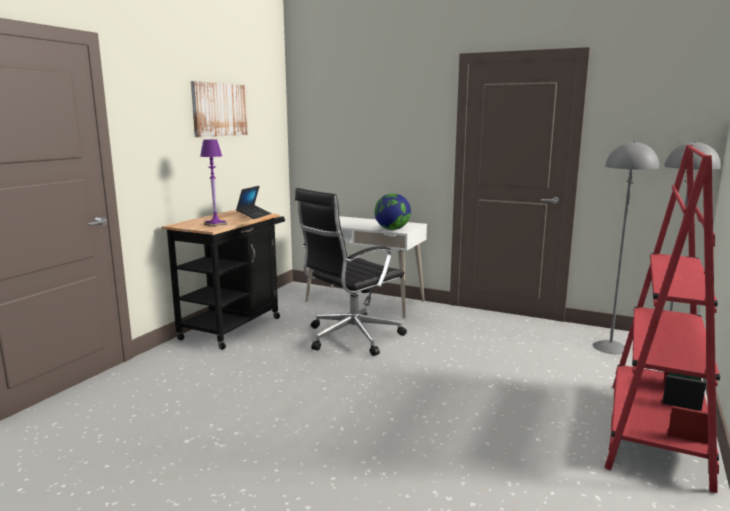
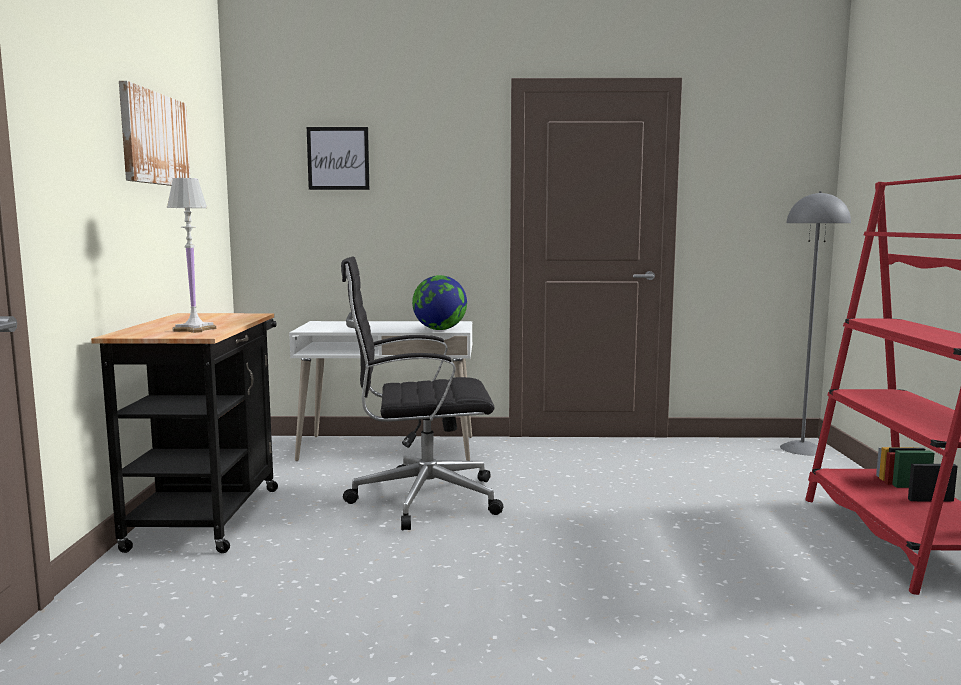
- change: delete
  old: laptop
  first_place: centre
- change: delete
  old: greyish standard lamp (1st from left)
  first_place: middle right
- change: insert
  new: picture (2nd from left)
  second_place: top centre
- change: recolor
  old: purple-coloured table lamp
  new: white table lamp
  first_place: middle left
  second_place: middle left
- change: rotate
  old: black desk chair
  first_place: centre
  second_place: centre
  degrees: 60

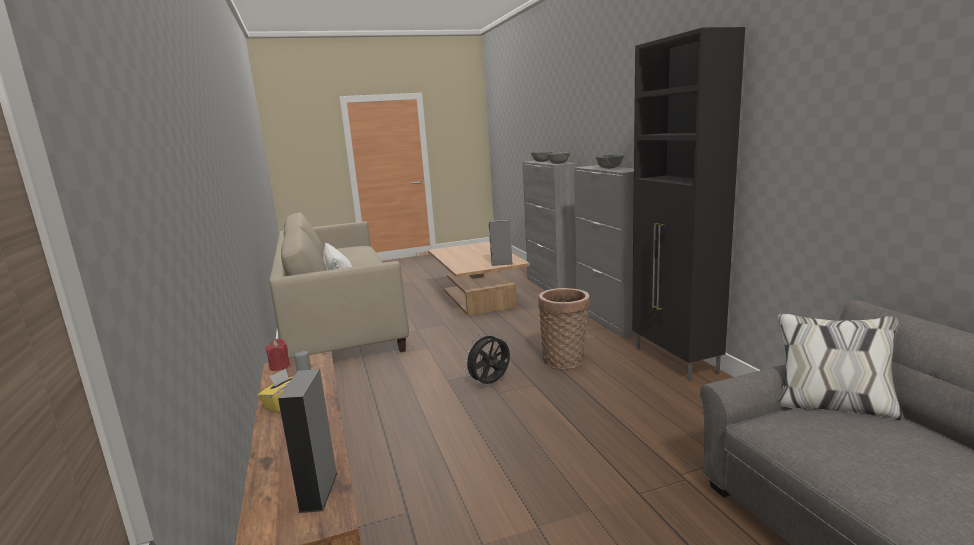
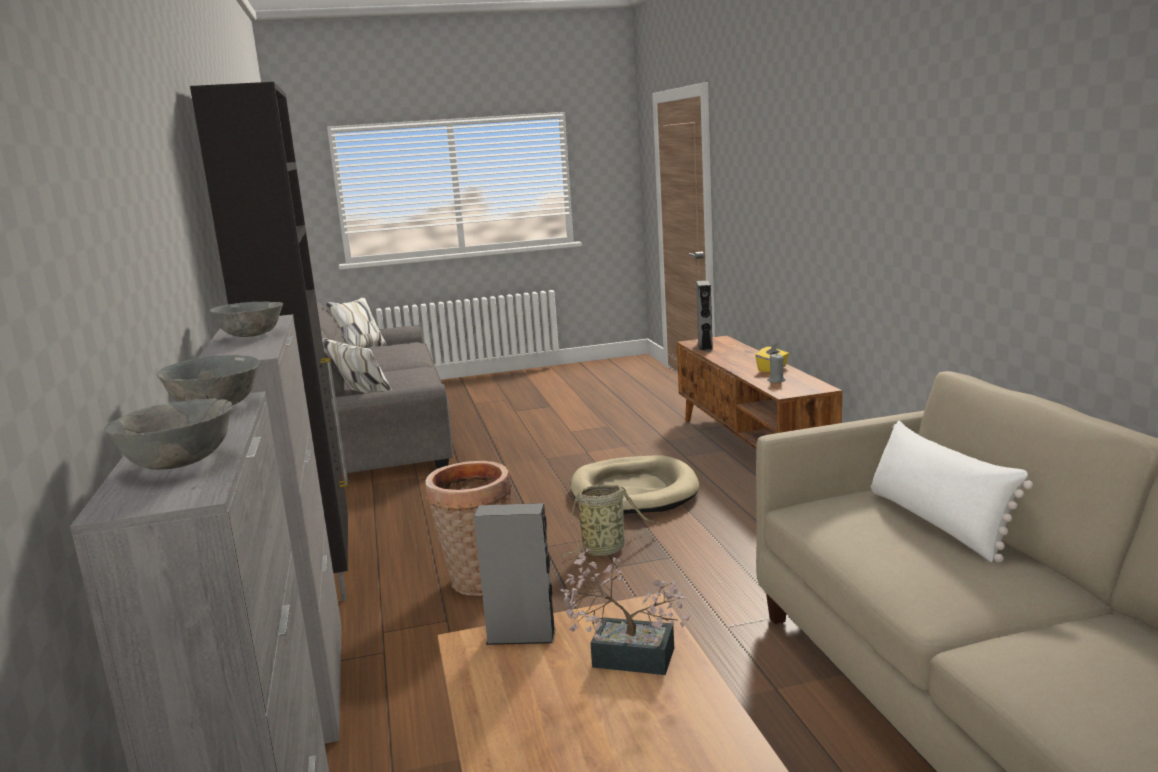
- change: delete
  old: reddish wax light
  first_place: middle left
- change: insert
  new: houseplant
  second_place: bottom centre
- change: insert
  new: beige-coloured dog bed
  second_place: centre
- change: replace
  old: black fan
  new: storage basket (2nd from left)
  first_place: centre
  second_place: bottom centre

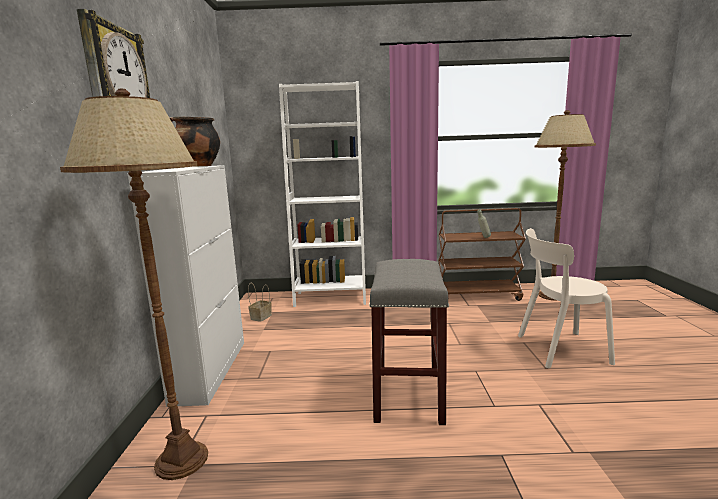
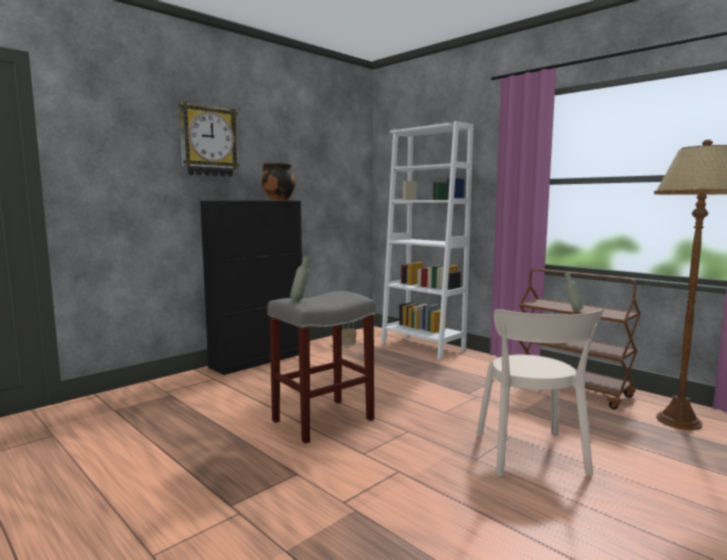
- change: delete
  old: brown standard lamp (1st from left)
  first_place: middle left
- change: insert
  new: greyish beverage bottle (1st from left)
  second_place: centre
- change: recolor
  old: white storage cabinet
  new: black storage cabinet
  first_place: middle left
  second_place: centre
- change: rotate
  old: beige-coloured upright chair
  first_place: middle right
  second_place: bottom right
  degrees: -135

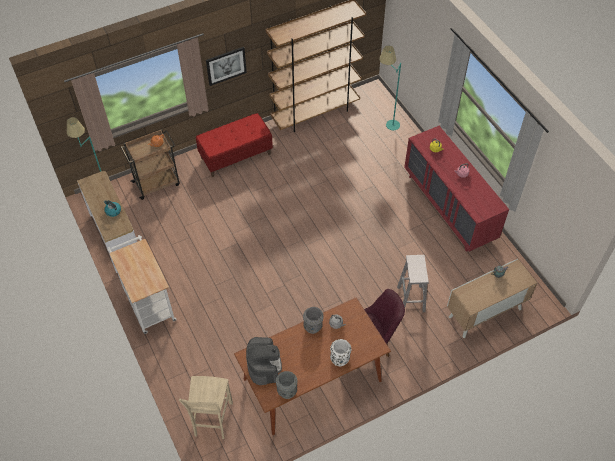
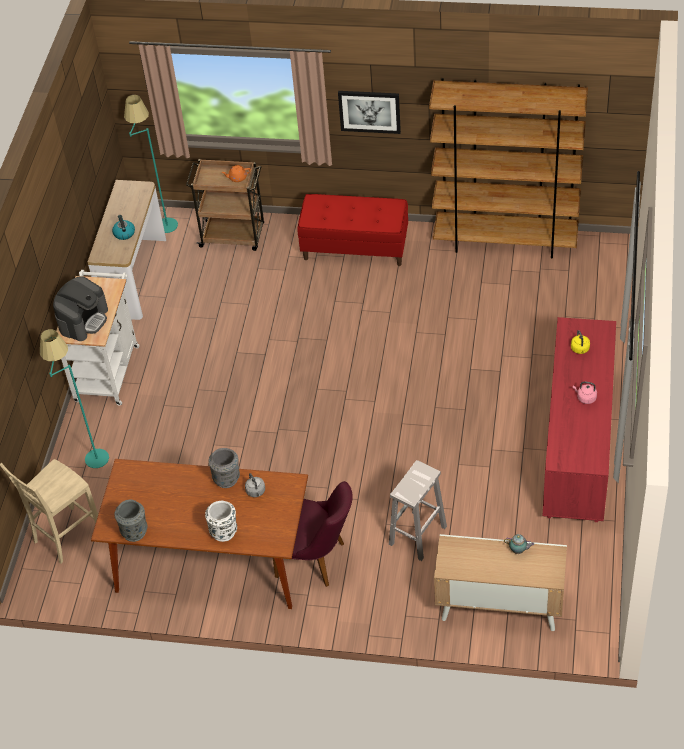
- change: move
  old: coffee machine
  first_place: bottom centre
  second_place: middle left
- change: move
  old: turquoise standard lamp (2nd from left in the first image)
  new: turquoise standard lamp (1st from left)
  first_place: top centre
  second_place: middle left

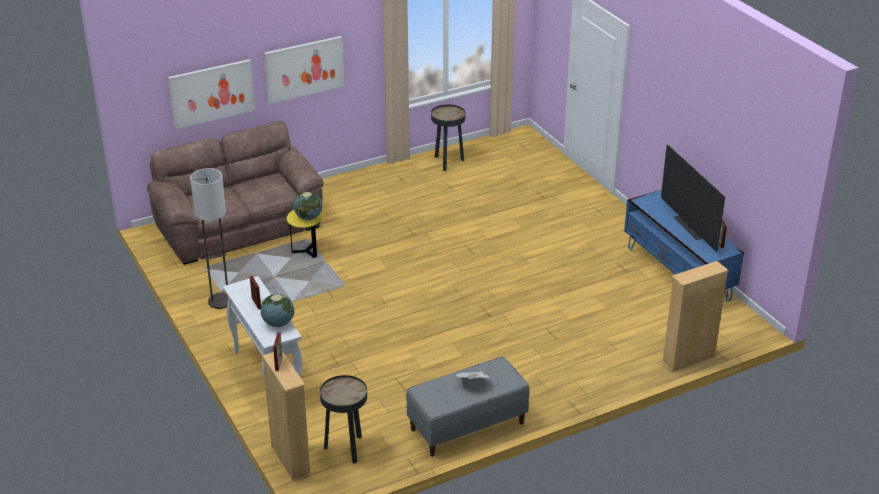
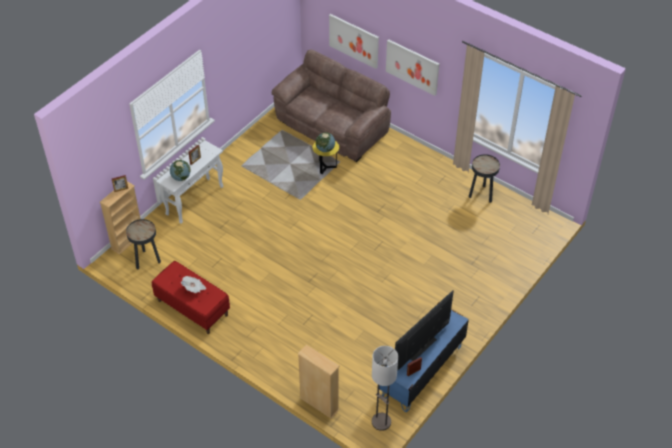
- change: move
  old: standard lamp
  first_place: middle left
  second_place: bottom centre
- change: recolor
  old: greyish long seat
  new: reddish long seat
  first_place: bottom centre
  second_place: middle left

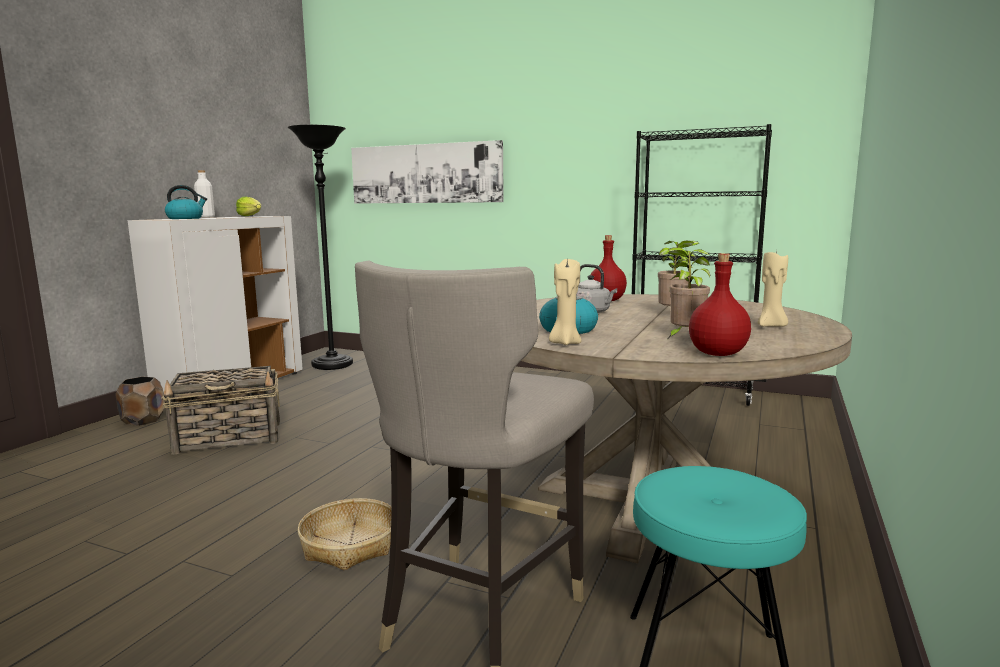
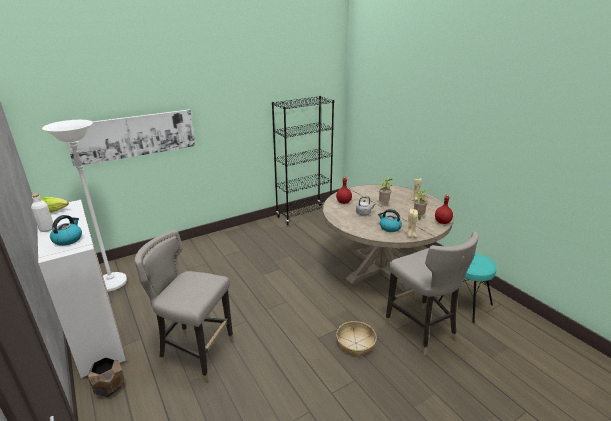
- change: replace
  old: storage basket (1st from left)
  new: greyish stool (1st from left)
  first_place: middle left
  second_place: bottom left
- change: recolor
  old: black standard lamp
  new: white standard lamp
  first_place: middle left
  second_place: middle left

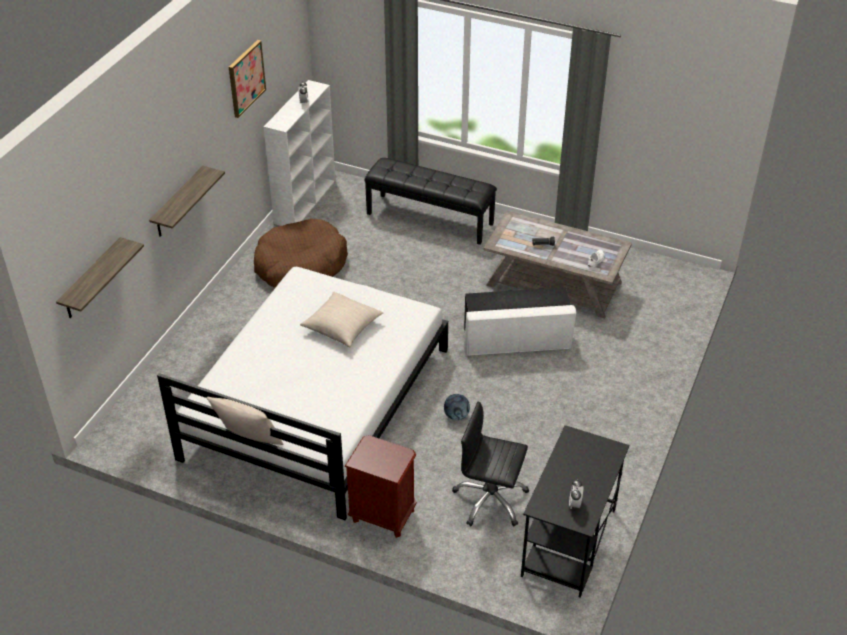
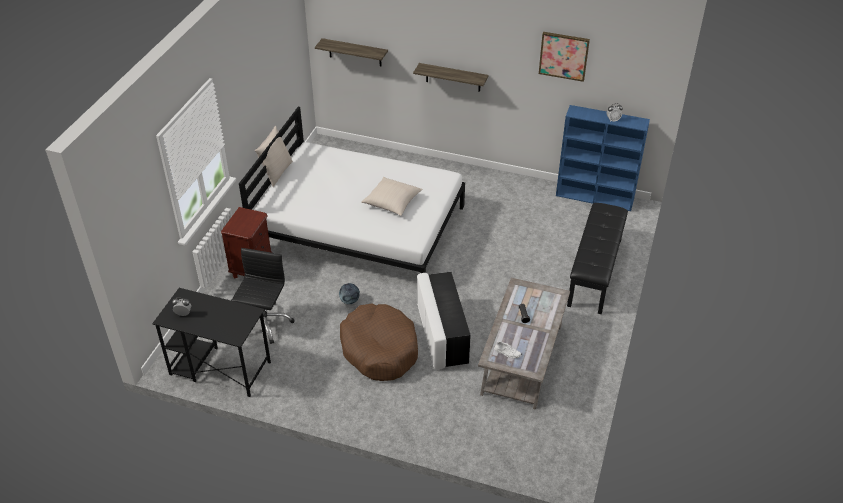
- change: move
  old: brown dog bed
  first_place: centre
  second_place: bottom centre
- change: recolor
  old: white bookcase
  new: bluish bookcase
  first_place: top centre
  second_place: top right

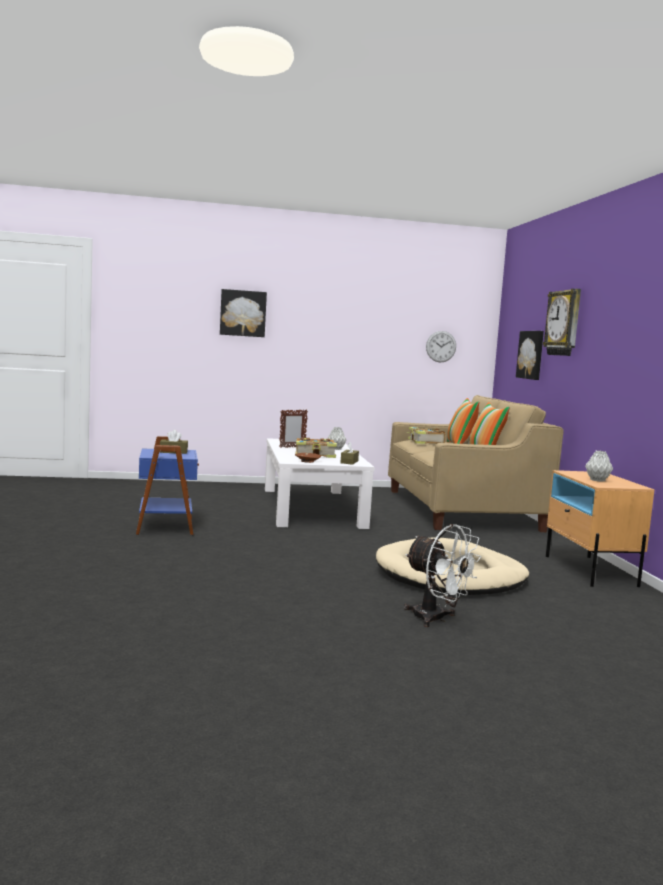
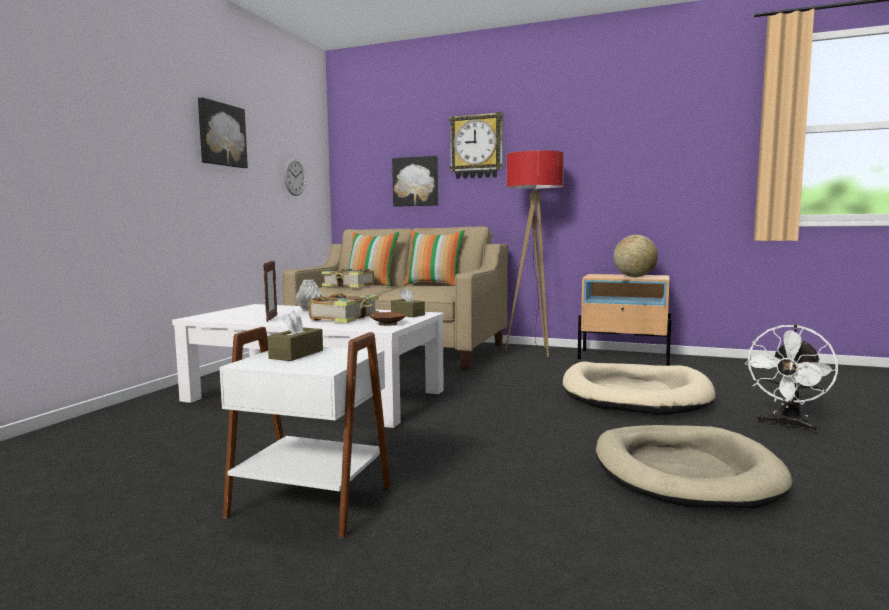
- change: insert
  new: standard lamp
  second_place: centre
- change: insert
  new: beige-coloured dog bed (2nd from left)
  second_place: bottom right
- change: move
  old: picture (1st from left)
  first_place: centre
  second_place: top left
- change: replace
  old: greyish vase (2nd from left)
  new: desk globe
  first_place: middle right
  second_place: middle right
- change: recolor
  old: bluish side table
  new: white side table
  first_place: middle left
  second_place: bottom centre
- change: rotate
  old: white fan
  first_place: middle right
  second_place: middle right
  degrees: 150

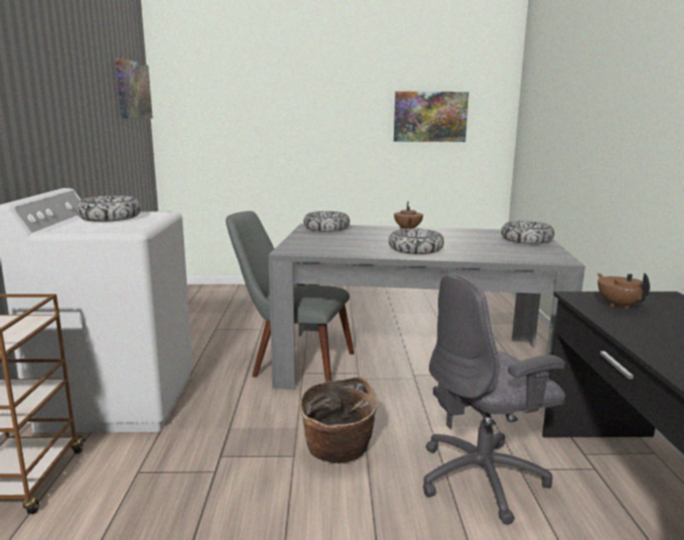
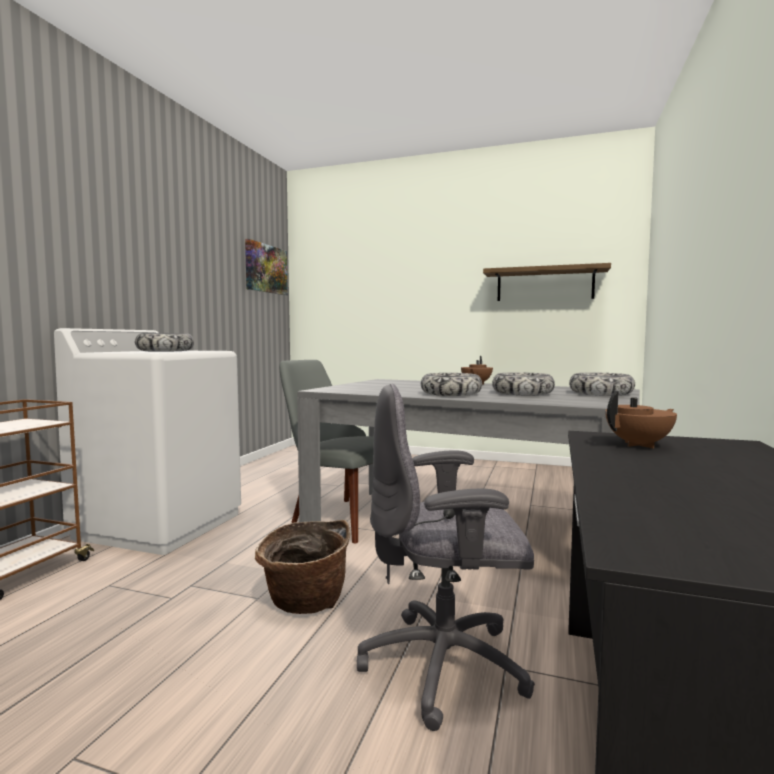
- change: move
  old: bowl (2nd from left in the first image)
  new: bowl (3rd from left)
  first_place: centre
  second_place: middle right
- change: replace
  old: picture (2nd from left)
  new: shelf
  first_place: top centre
  second_place: middle right
- change: rotate
  old: brown pot for tea (2nd from left)
  first_place: middle right
  second_place: middle right
  degrees: 60

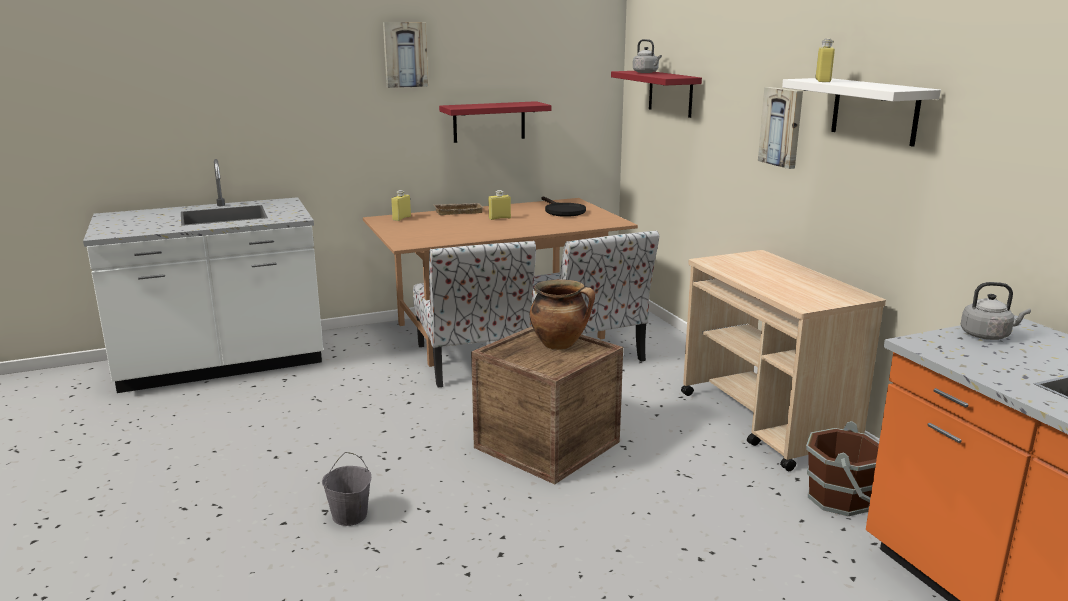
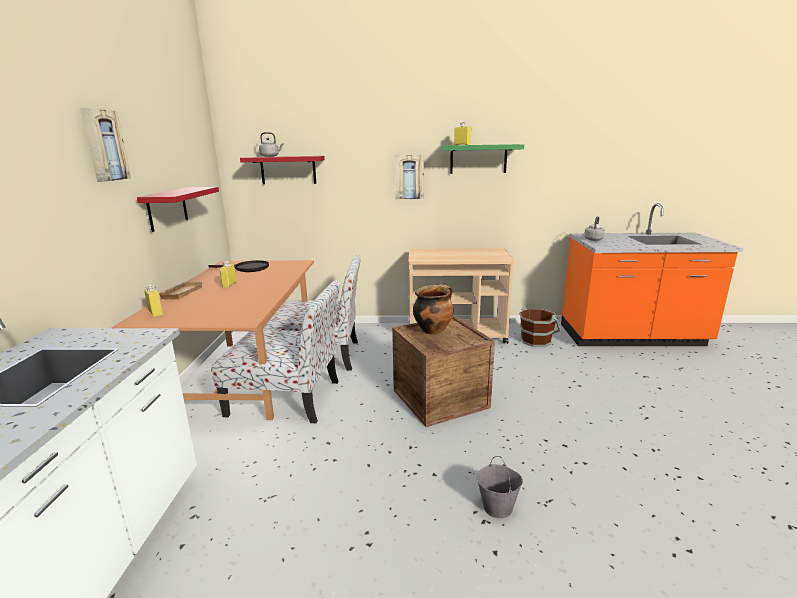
- change: recolor
  old: white shelf
  new: green-coloured shelf
  first_place: top right
  second_place: top centre

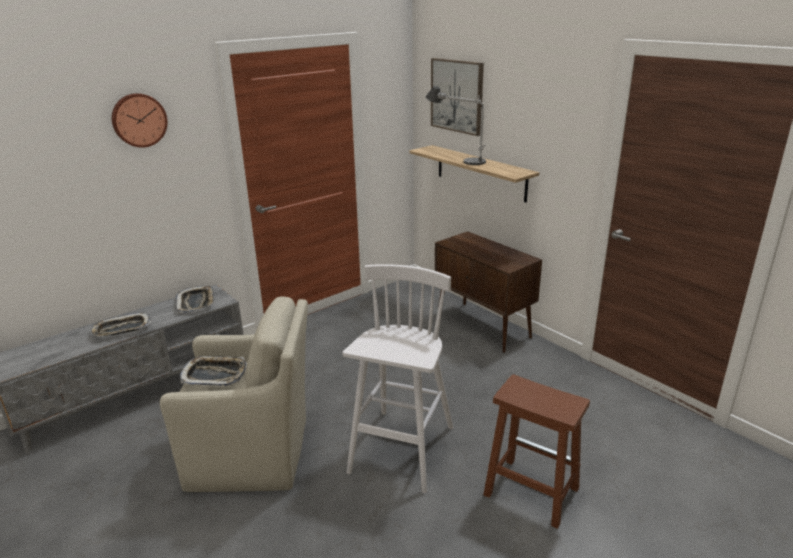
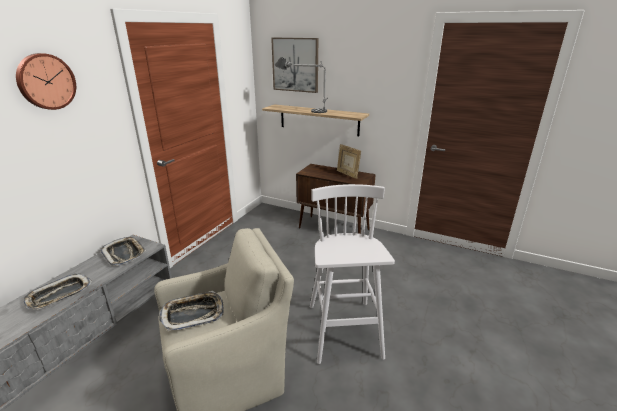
- change: delete
  old: brown stool
  first_place: bottom right
- change: insert
  new: picture frame
  second_place: centre

